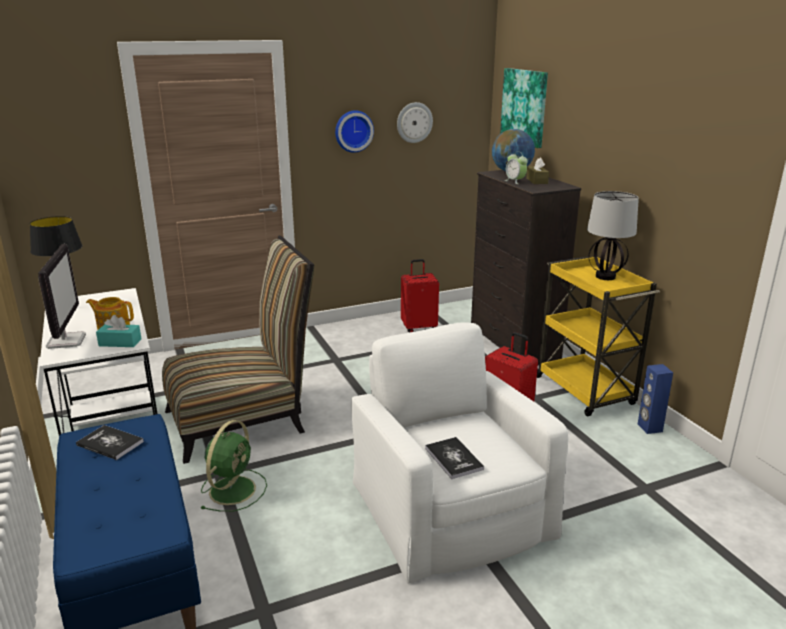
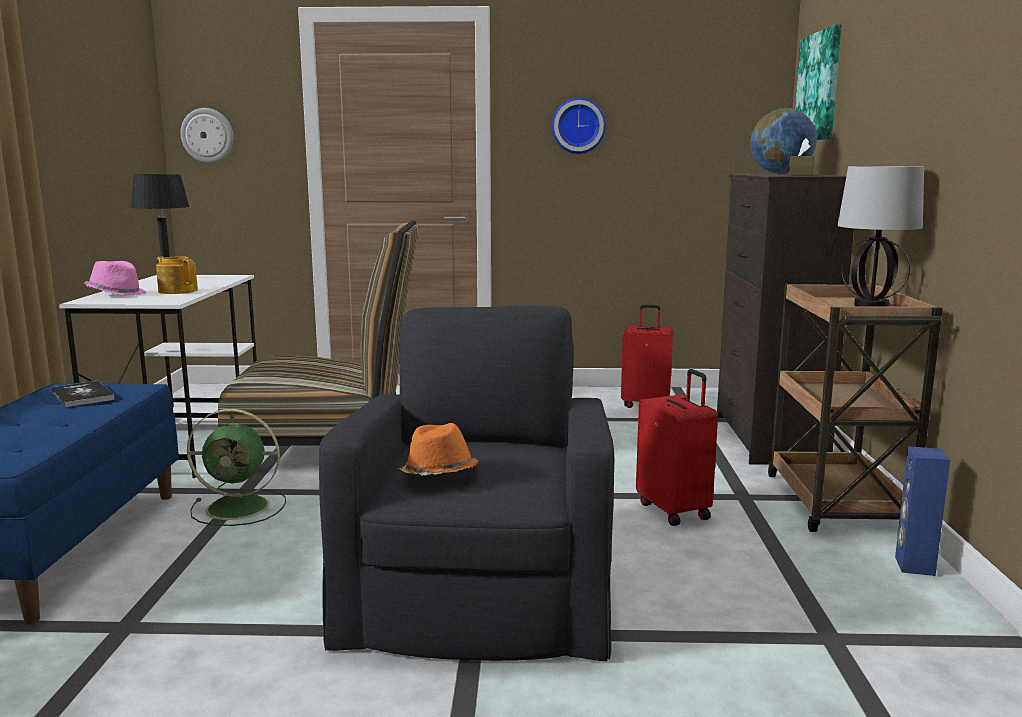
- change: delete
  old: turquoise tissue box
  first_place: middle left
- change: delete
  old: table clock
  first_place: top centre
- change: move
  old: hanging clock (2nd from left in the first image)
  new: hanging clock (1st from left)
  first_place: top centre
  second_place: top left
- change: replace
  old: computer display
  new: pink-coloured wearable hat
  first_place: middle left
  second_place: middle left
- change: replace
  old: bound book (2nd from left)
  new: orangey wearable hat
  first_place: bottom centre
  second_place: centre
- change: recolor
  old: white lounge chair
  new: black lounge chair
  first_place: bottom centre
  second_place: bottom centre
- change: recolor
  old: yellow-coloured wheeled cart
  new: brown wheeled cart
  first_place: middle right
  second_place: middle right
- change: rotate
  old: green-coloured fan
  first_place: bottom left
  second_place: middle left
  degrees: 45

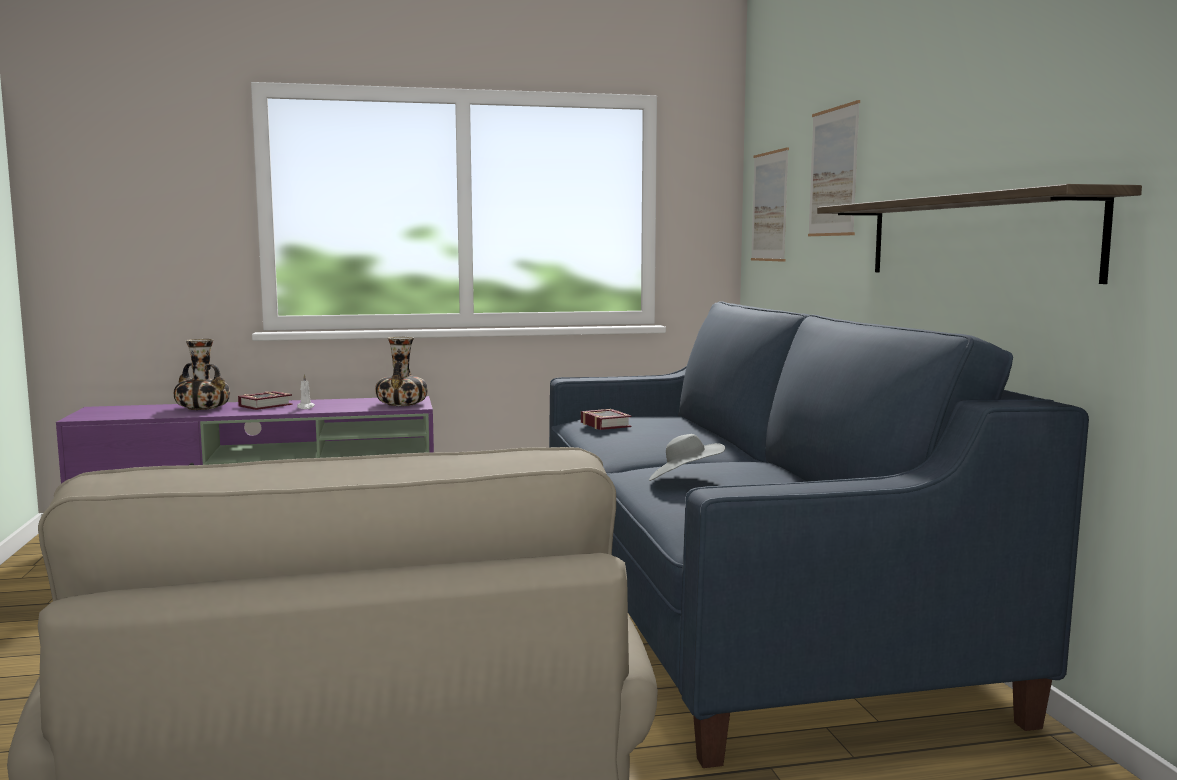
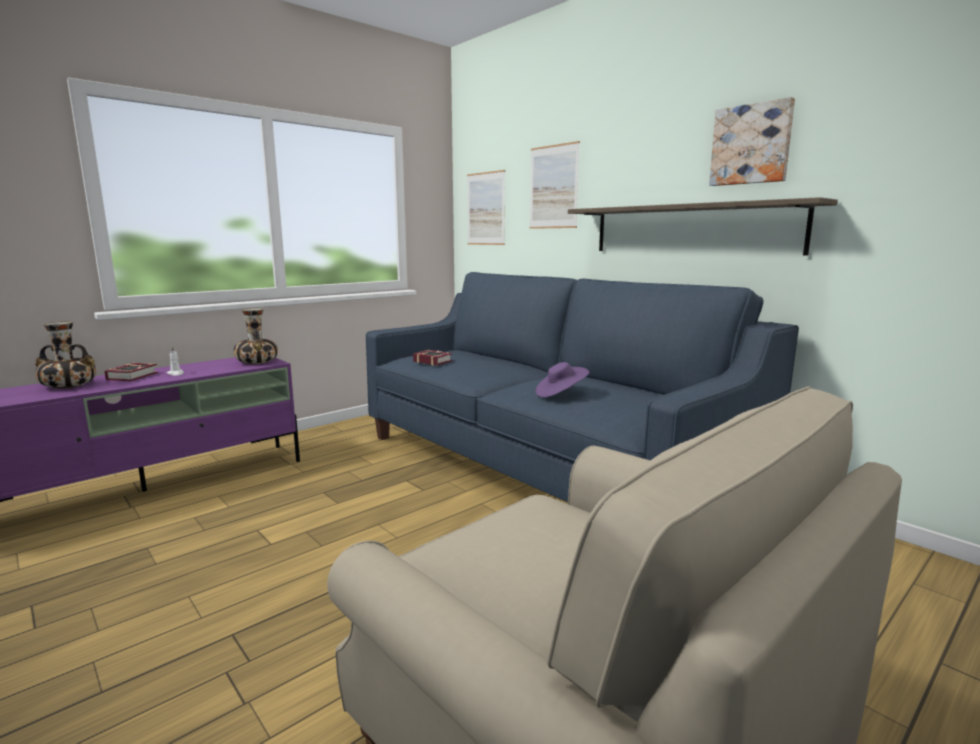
- change: insert
  new: picture (3rd from left)
  second_place: top right
- change: recolor
  old: greyish wearable hat
  new: purple-coloured wearable hat
  first_place: centre
  second_place: centre

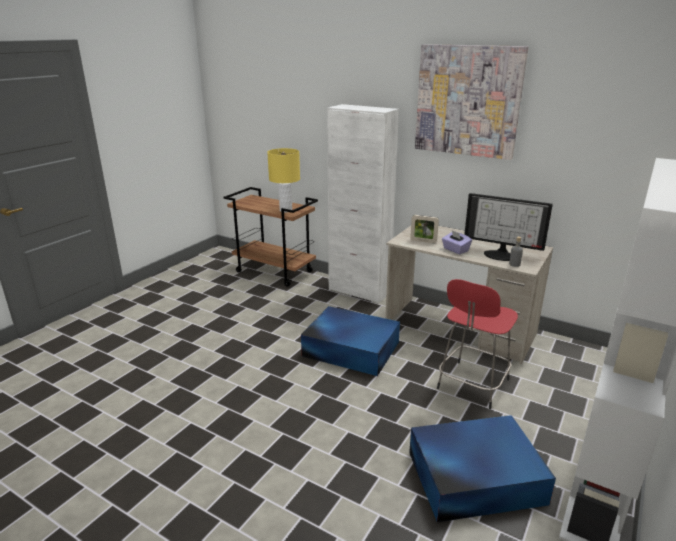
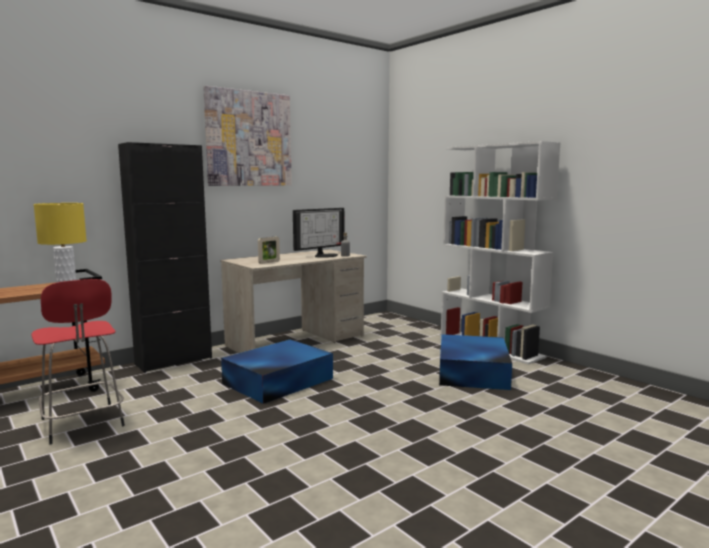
- change: delete
  old: purple-coloured tissue box
  first_place: middle right
- change: move
  old: reddish stool
  first_place: middle right
  second_place: middle left
- change: recolor
  old: white storage cabinet
  new: black storage cabinet
  first_place: centre
  second_place: middle left

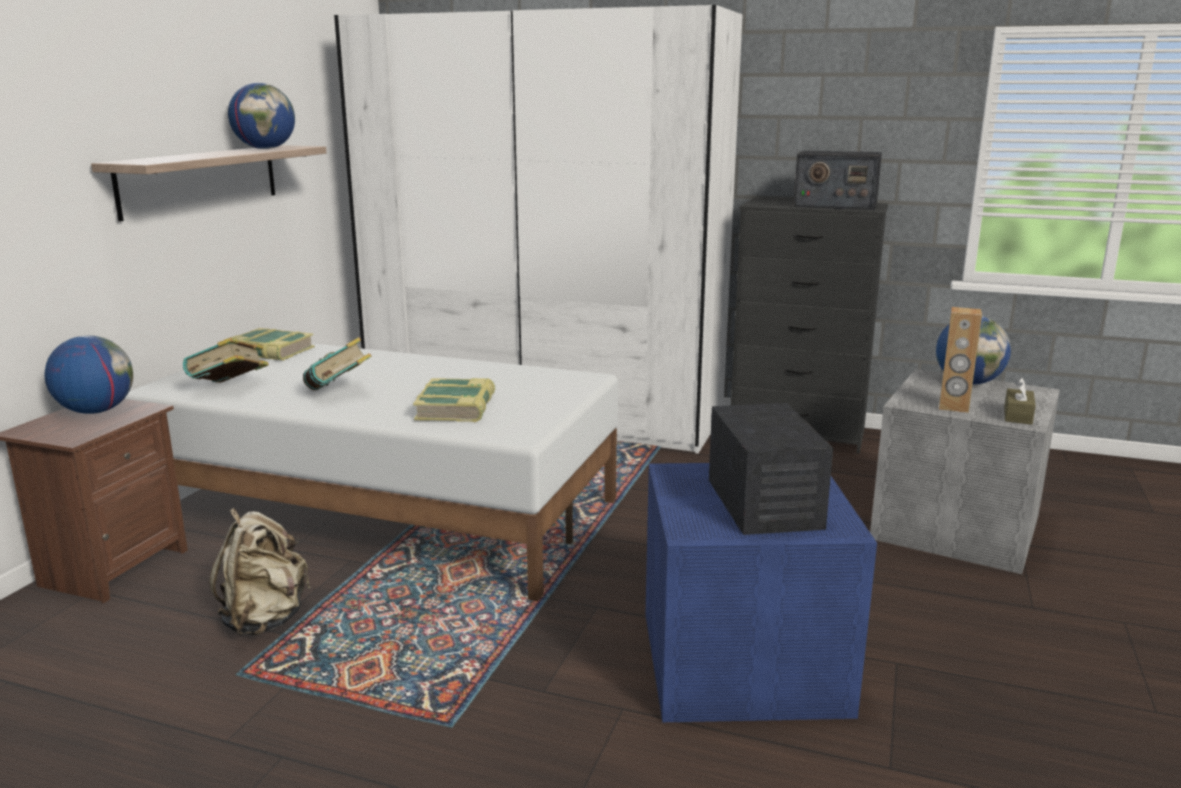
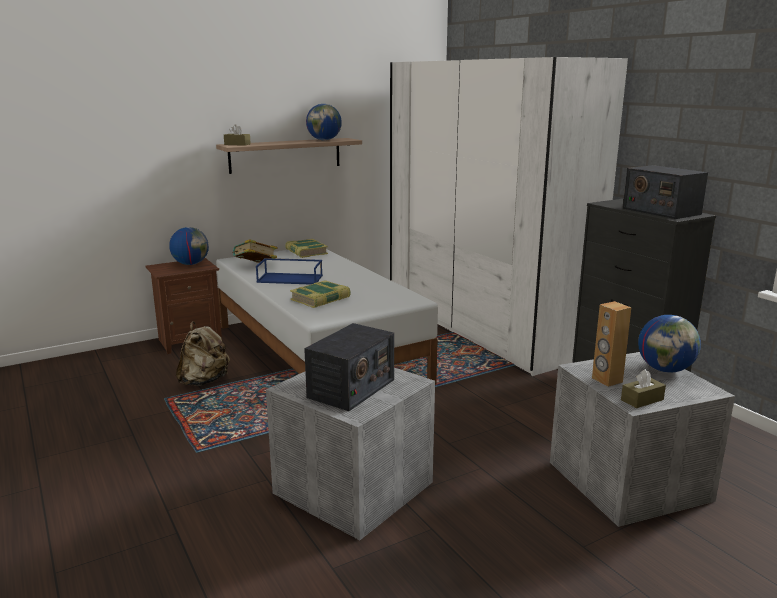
- change: insert
  new: brown tissue box (1st from left)
  second_place: top left
- change: replace
  old: bound book (3rd from left)
  new: bluish tray
  first_place: middle left
  second_place: centre
- change: recolor
  old: bluish storage box
  new: greyish storage box (1st from left)
  first_place: bottom centre
  second_place: bottom centre

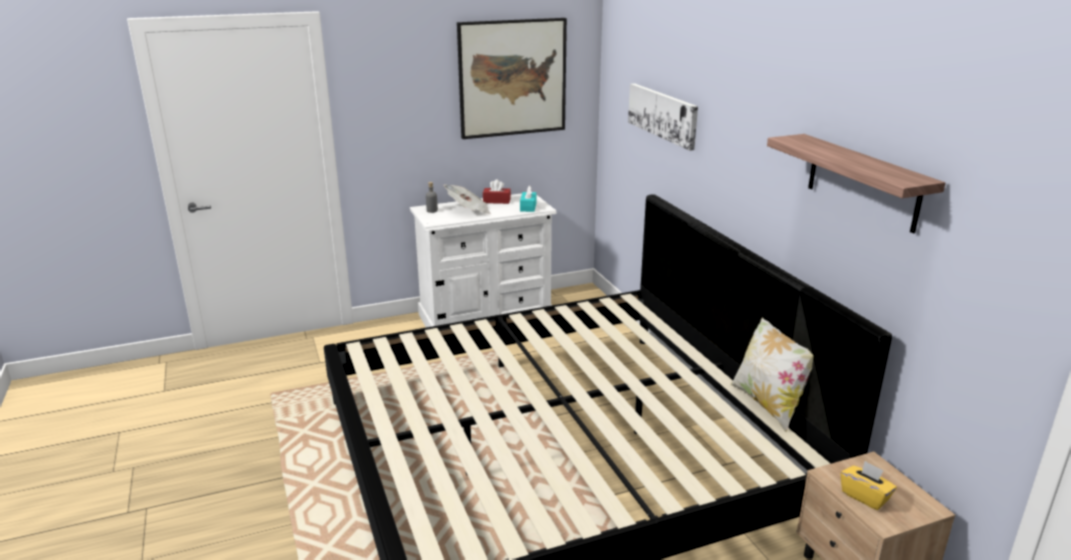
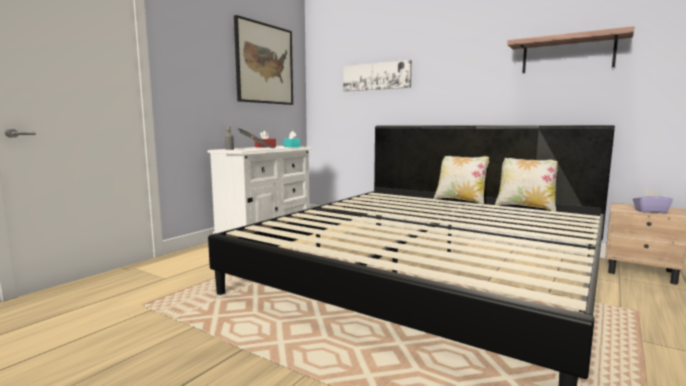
- change: insert
  new: throw pillow (1st from left)
  second_place: middle right
- change: recolor
  old: yellow-coloured tissue box
  new: purple-coloured tissue box
  first_place: bottom right
  second_place: middle right

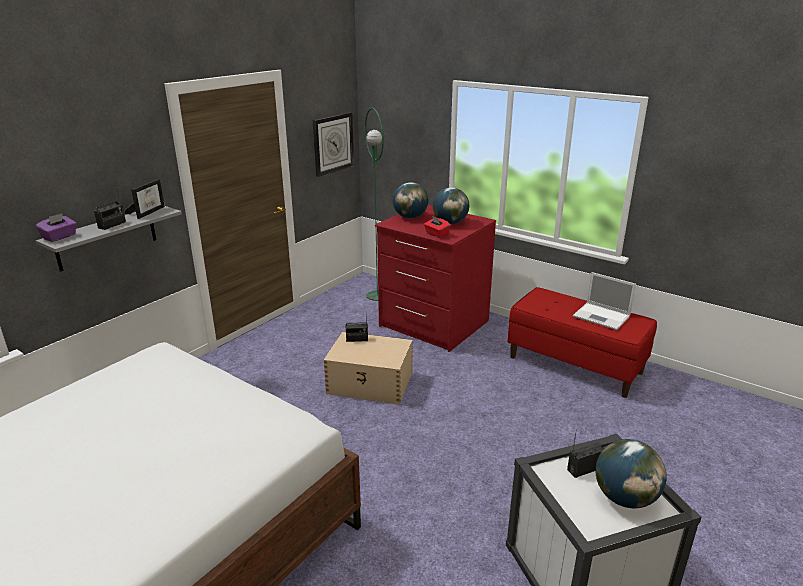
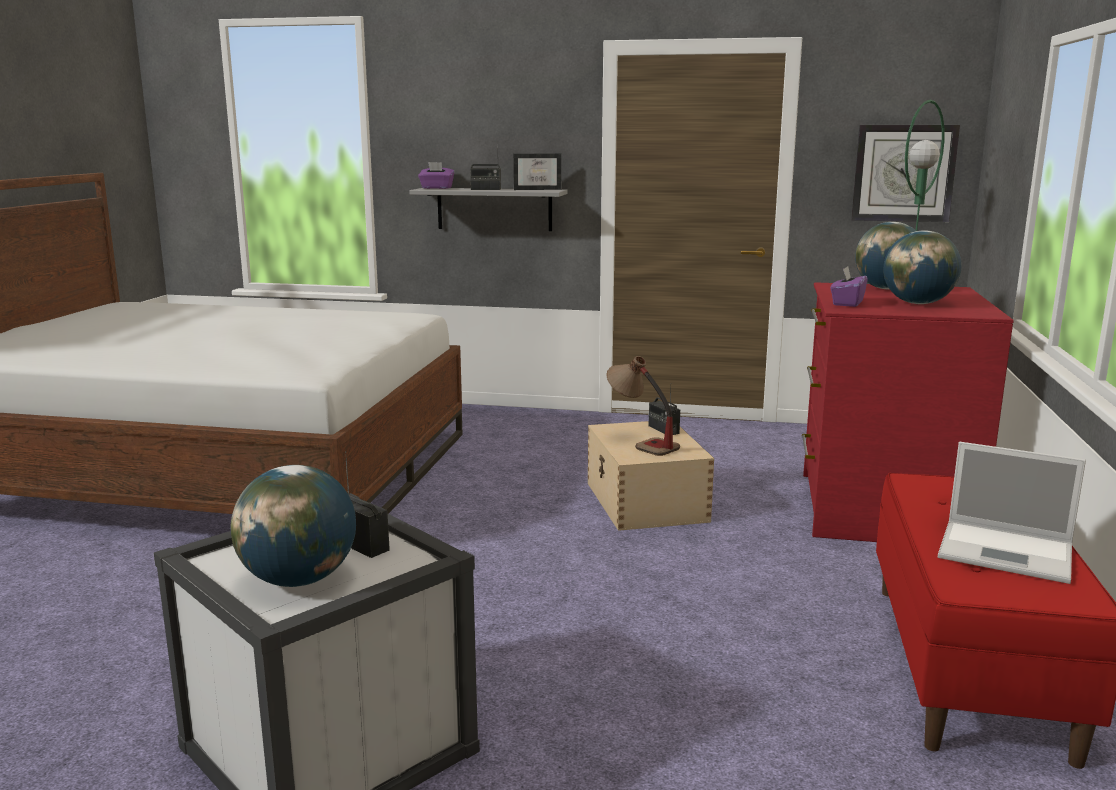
- change: insert
  new: table lamp
  second_place: centre
- change: recolor
  old: reddish tissue box
  new: purple-coloured tissue box (2nd from left)
  first_place: centre
  second_place: middle right
- change: rotate
  old: laptop
  first_place: middle right
  second_place: middle right
  degrees: -75

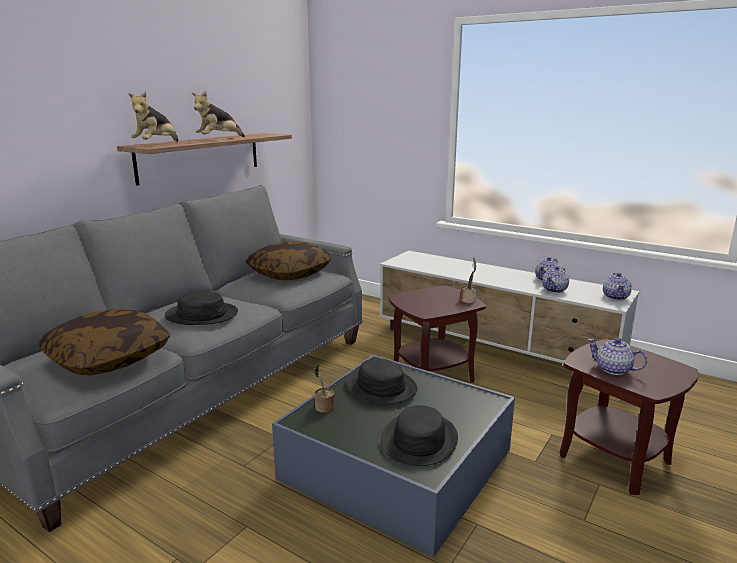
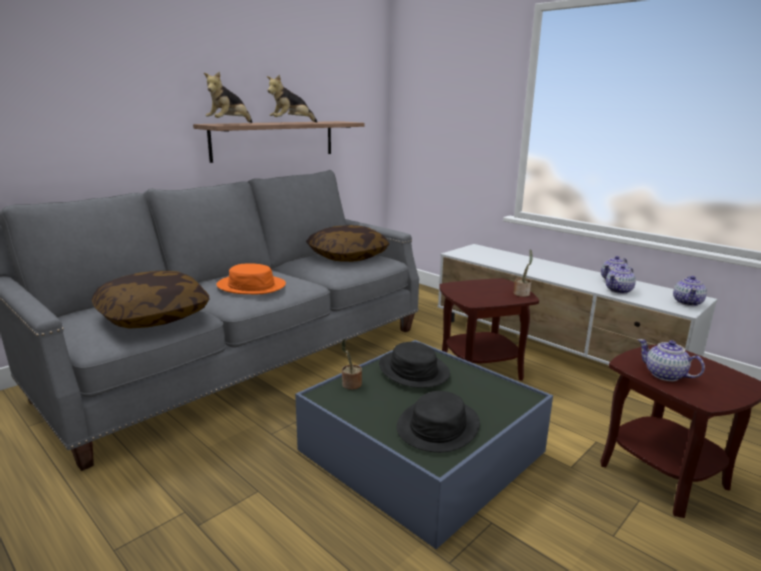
- change: recolor
  old: black wearable hat (1st from left)
  new: orangey wearable hat
  first_place: middle left
  second_place: middle left

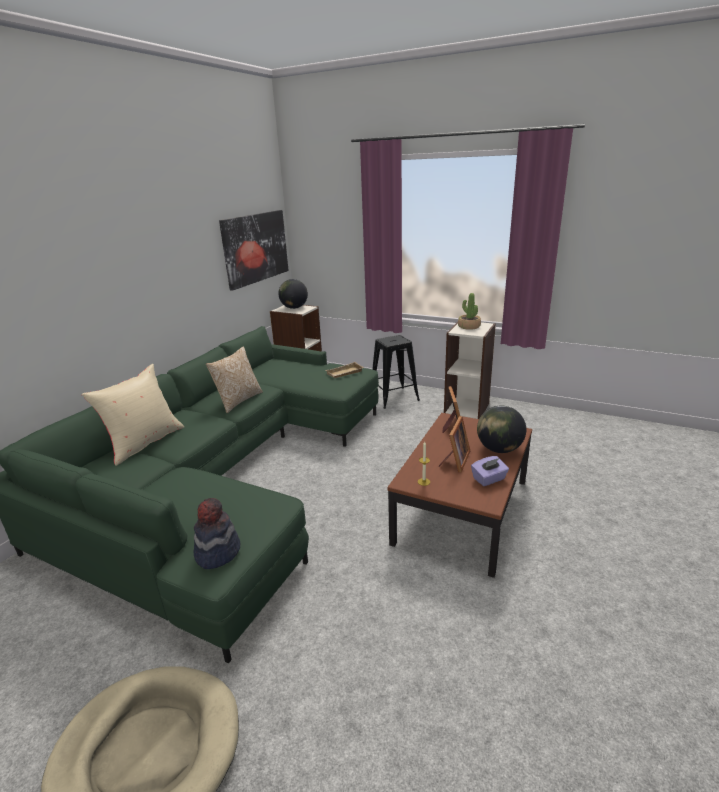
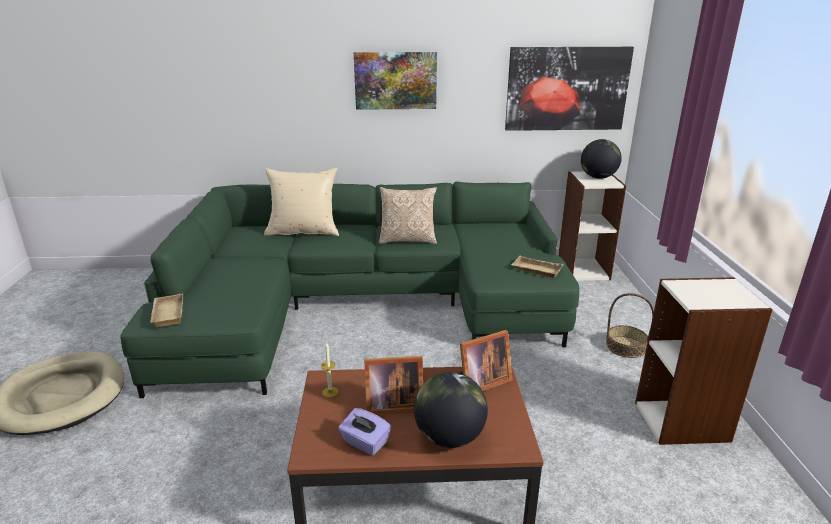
- change: delete
  old: houseplant
  first_place: centre
- change: insert
  new: picture (1st from left)
  second_place: top centre
- change: replace
  old: wearable hat
  new: beige-coloured tray (1st from left)
  first_place: bottom left
  second_place: middle left
- change: replace
  old: black stool
  new: storage basket
  first_place: centre
  second_place: middle right

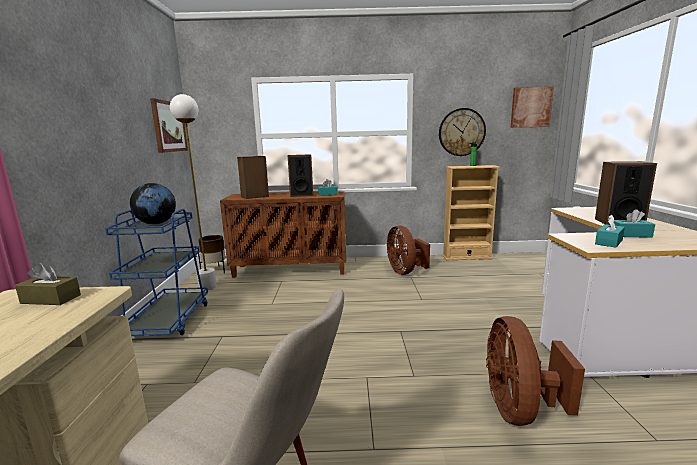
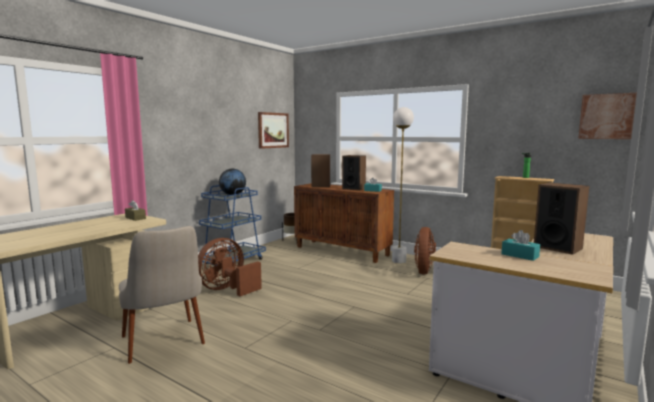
- change: delete
  old: hanging clock
  first_place: top centre
- change: delete
  old: turquoise tissue box (2nd from left)
  first_place: middle right
- change: move
  old: white standard lamp
  first_place: middle left
  second_place: centre
- change: move
  old: brown fan (2nd from left in the first image)
  new: brown fan (1st from left)
  first_place: bottom right
  second_place: centre

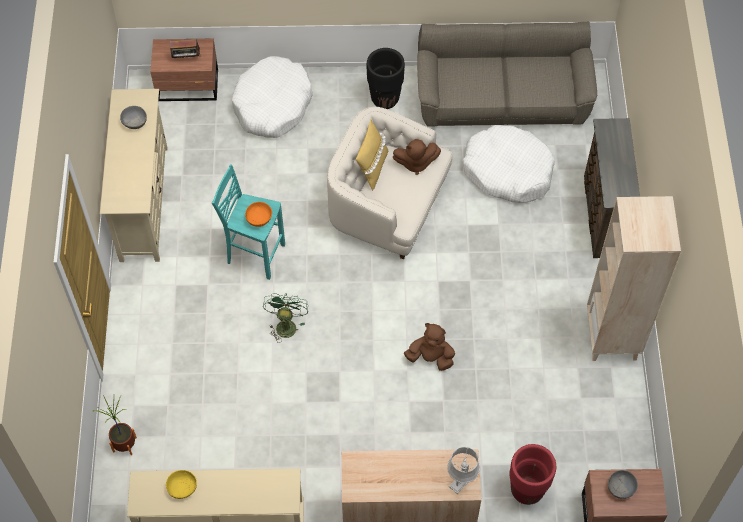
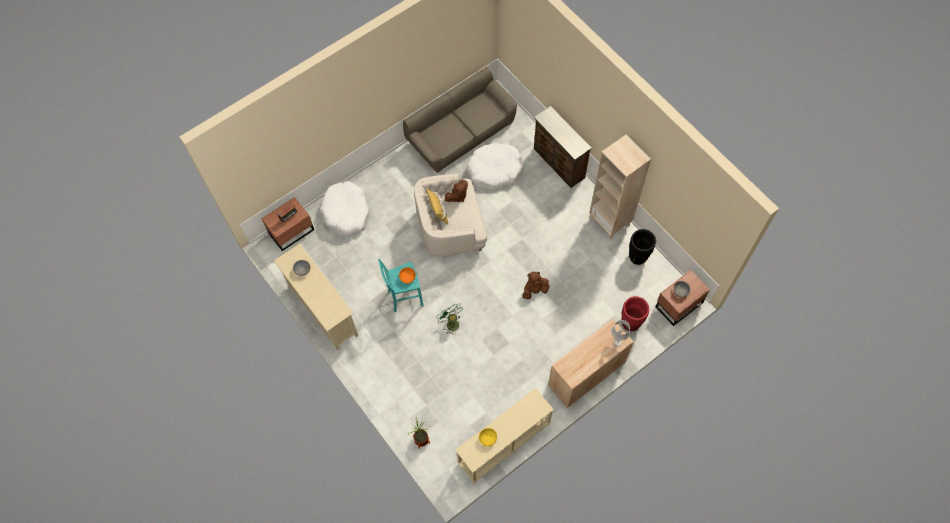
- change: move
  old: black flower pot
  first_place: top centre
  second_place: middle right

